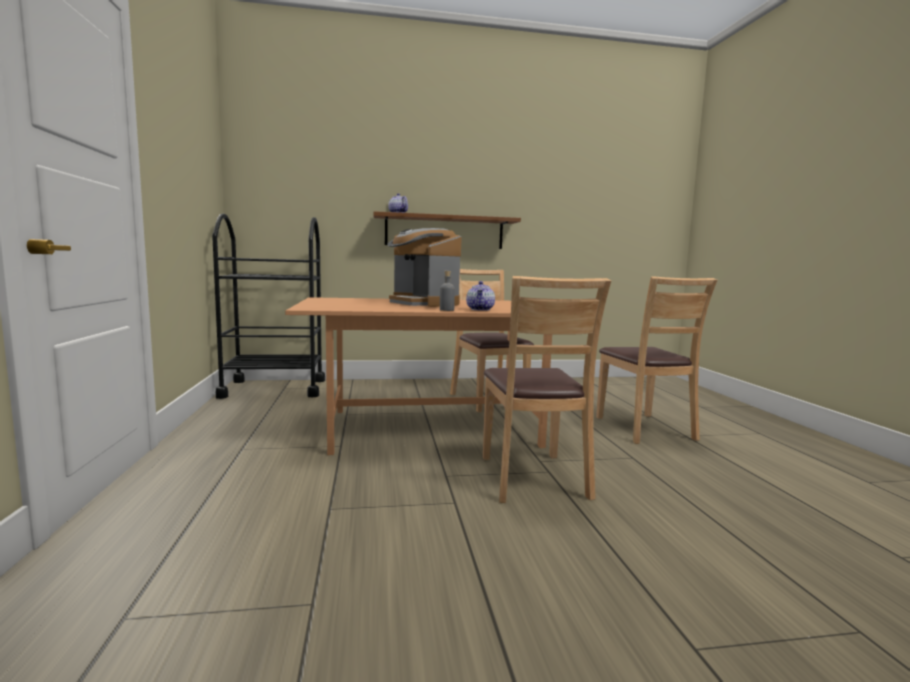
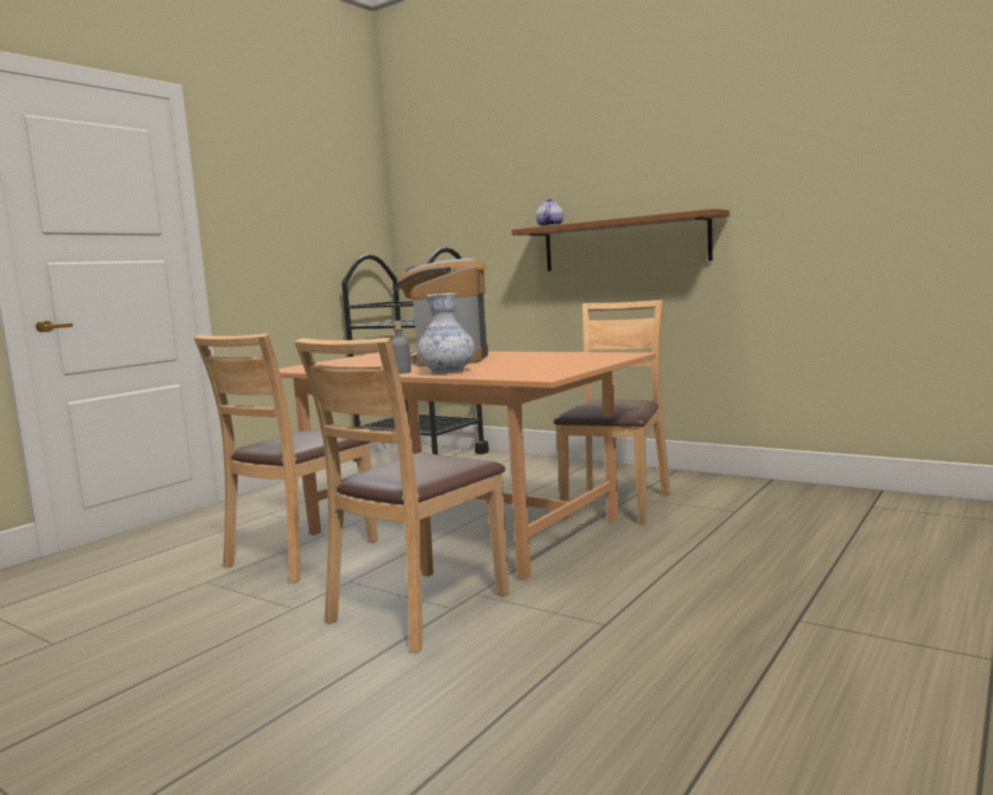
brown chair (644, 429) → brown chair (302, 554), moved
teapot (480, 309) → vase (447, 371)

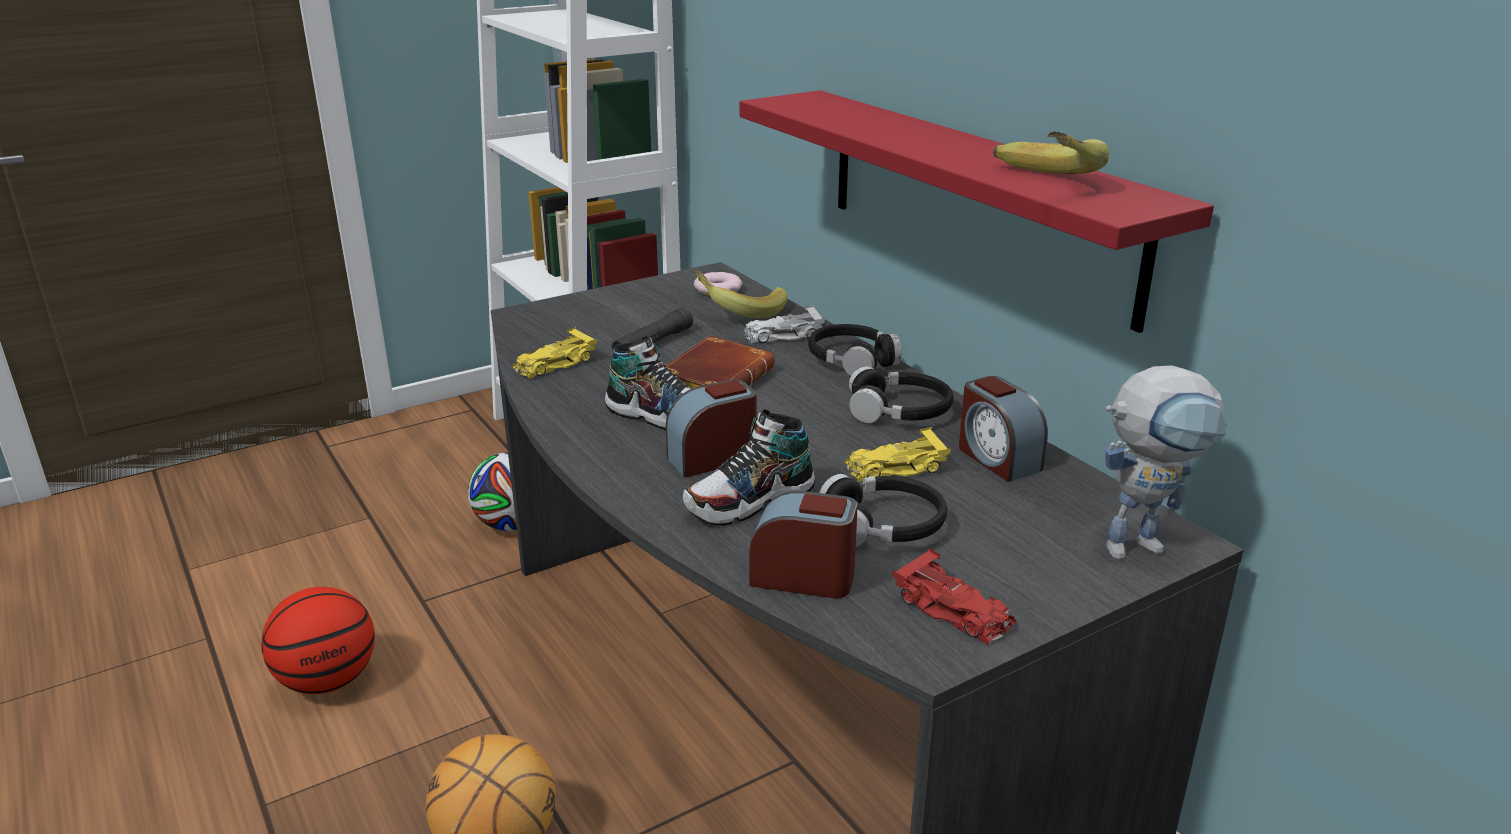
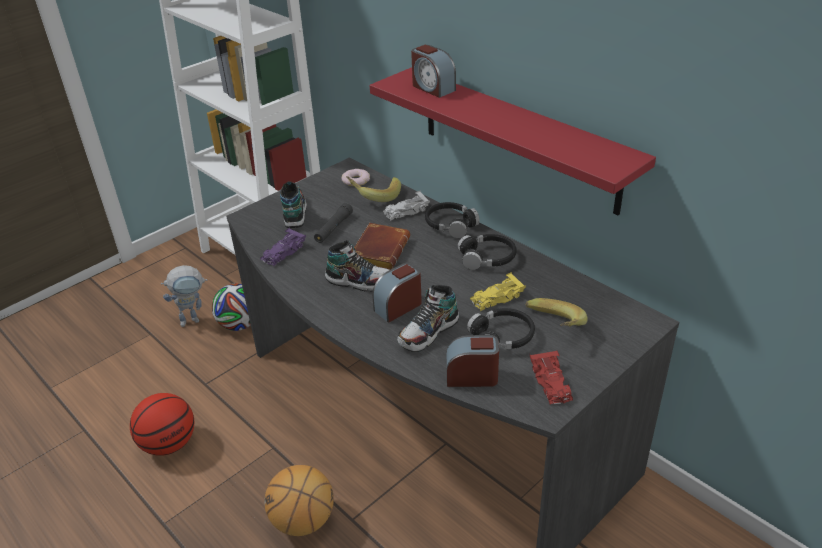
- → shoe (294, 213)
alarm clock (997, 458) → alarm clock (432, 88), moved
banana (1038, 183) → banana (552, 328), moved
toy robot (1144, 544) → toy robot (194, 319), moved
yellow toy car (554, 364) → purple toy car (283, 253)
red toy car (954, 611) → red toy car (551, 383), 45 degrees clockwise

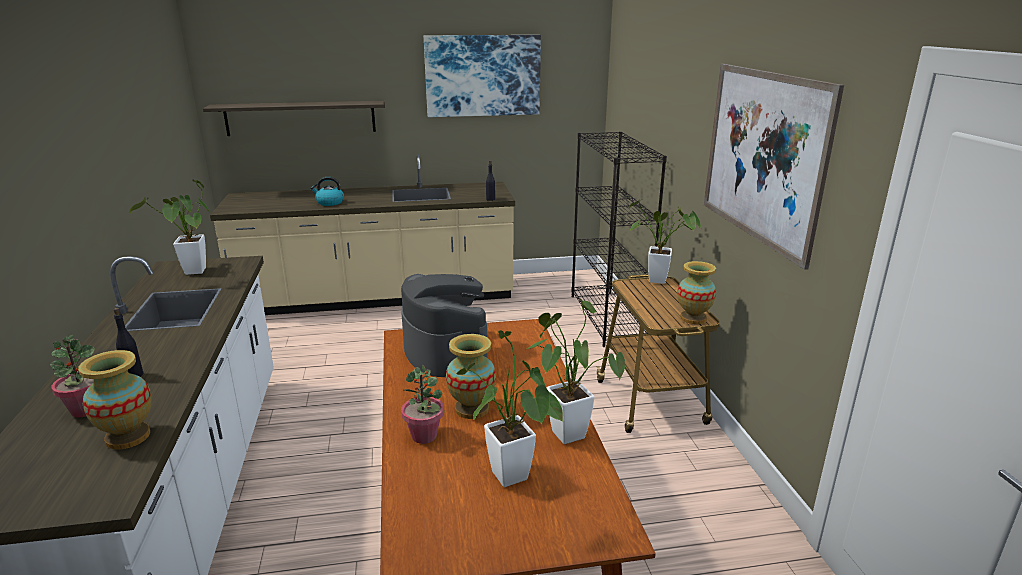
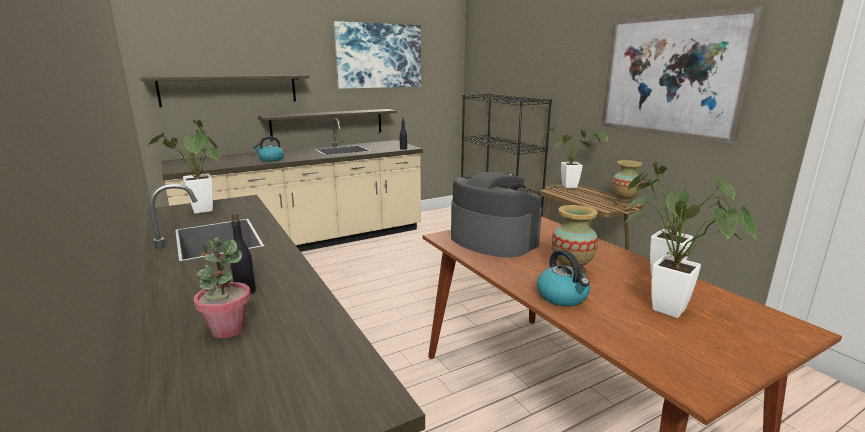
vase (127, 437) → -
- → shelf (328, 124)
potted plant (424, 436) → kettle (563, 297)

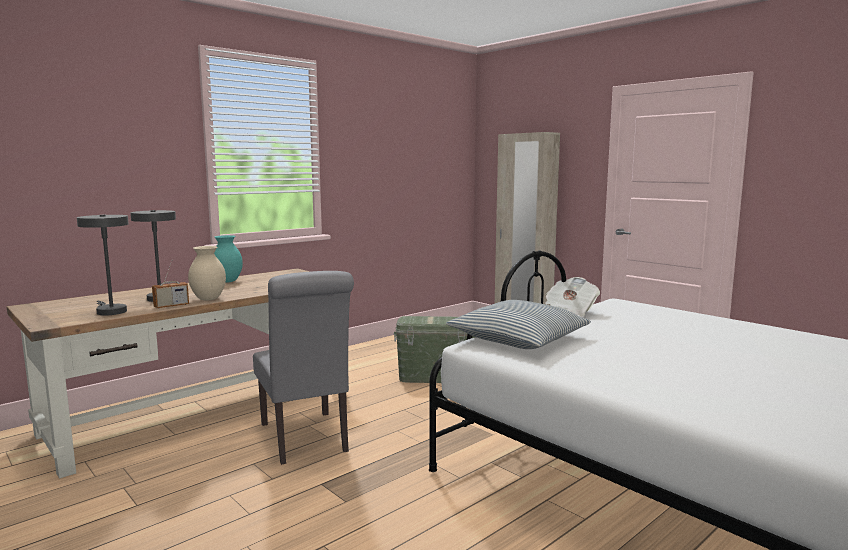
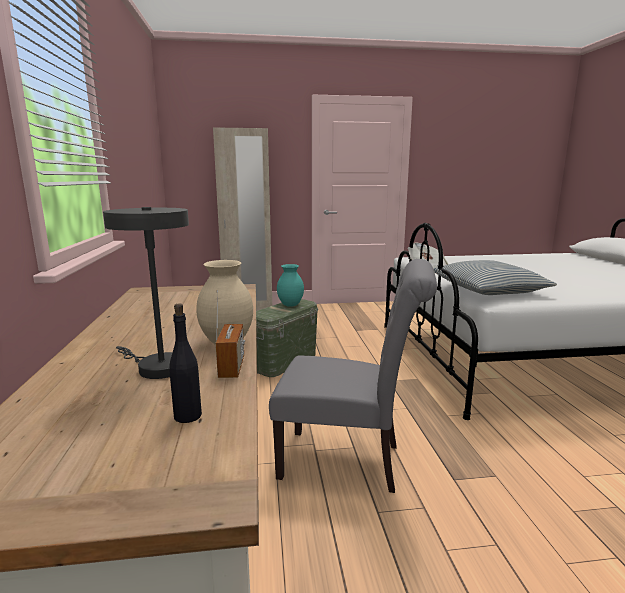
turquoise vase (227, 281) → turquoise vase (290, 305), moved
grey table lamp (109, 311) → black bottle (188, 415)

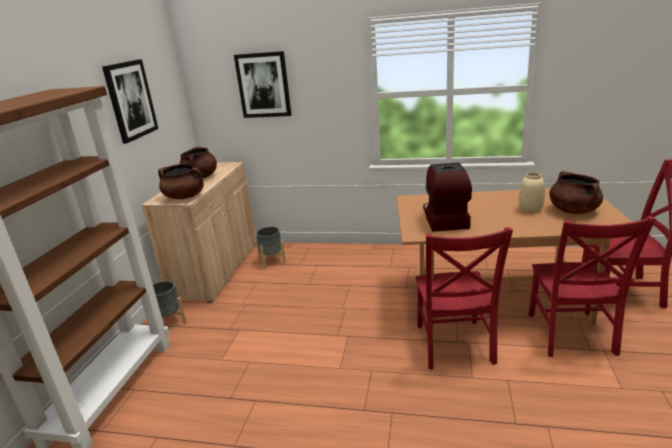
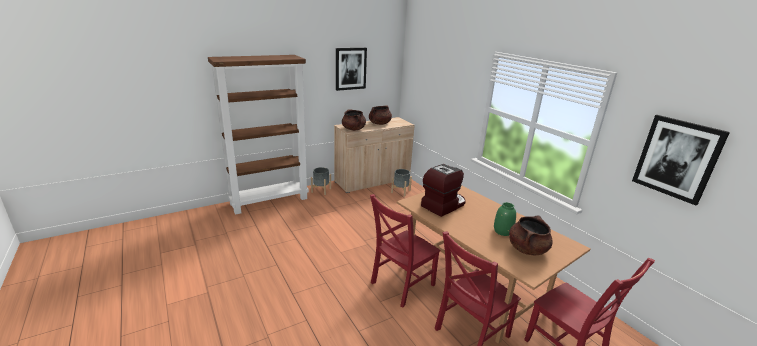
picture (263, 85) → picture (677, 158), moved
beige vase (530, 209) → green vase (502, 231)

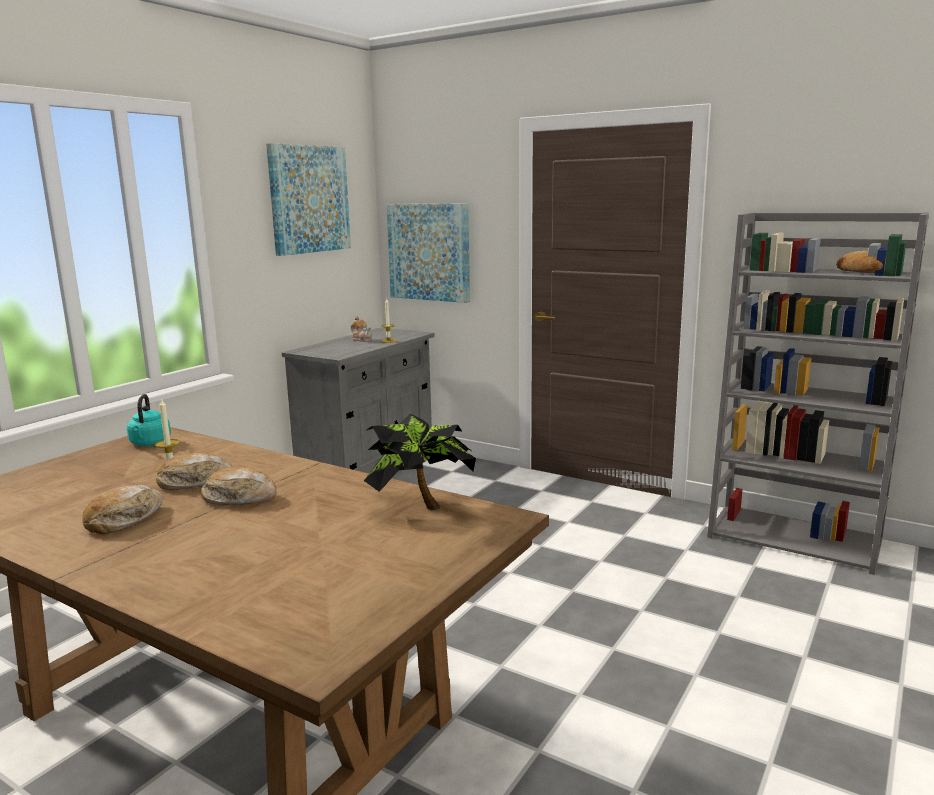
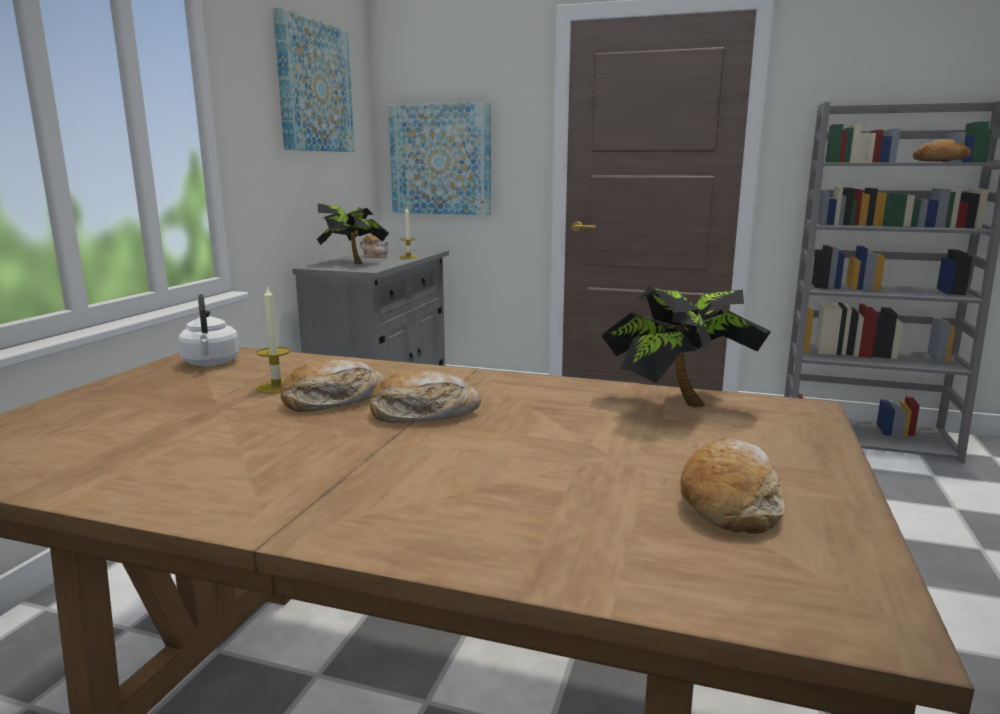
- → potted plant (353, 262)
bread (124, 519) → bread (730, 502), moved
turquoise kettle (149, 443) → white kettle (211, 363)

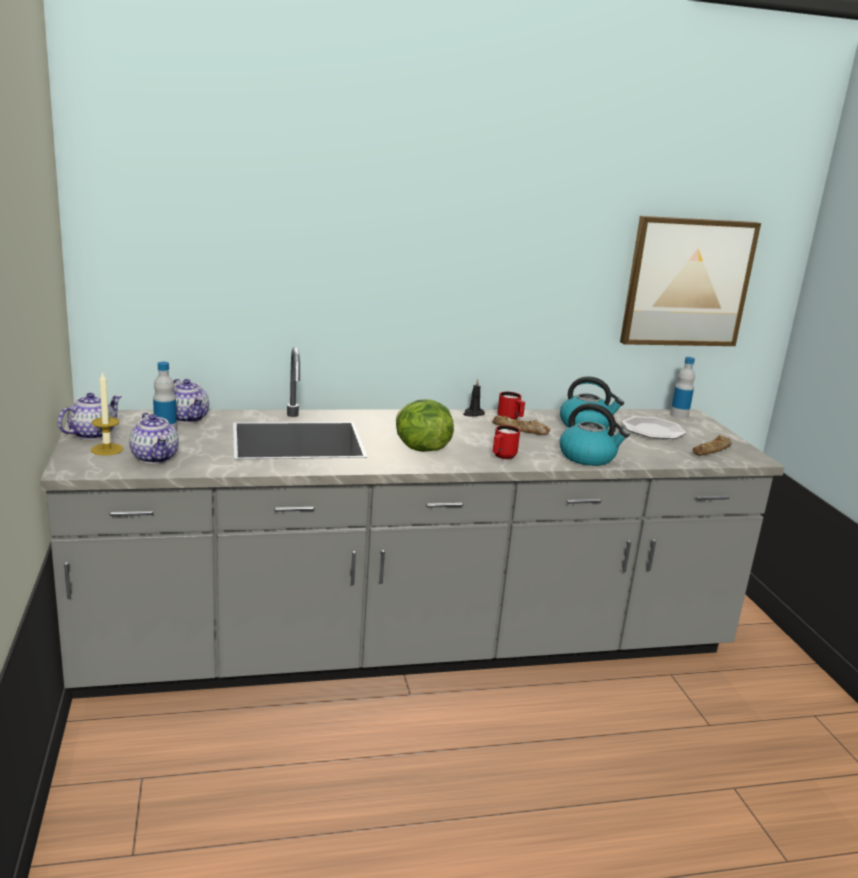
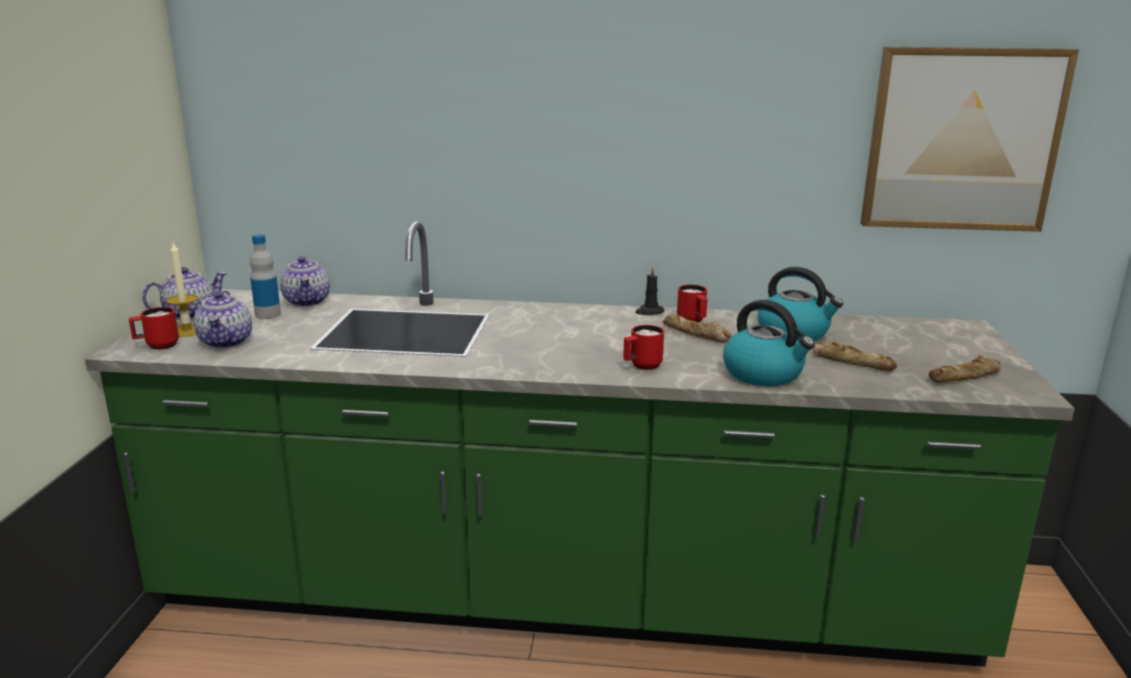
lettuce (420, 449) → -
plate (653, 430) → -
bottle (679, 415) → -
- → red mug (157, 346)
- → bread (852, 362)
grey counter (412, 645) → green counter (563, 595)

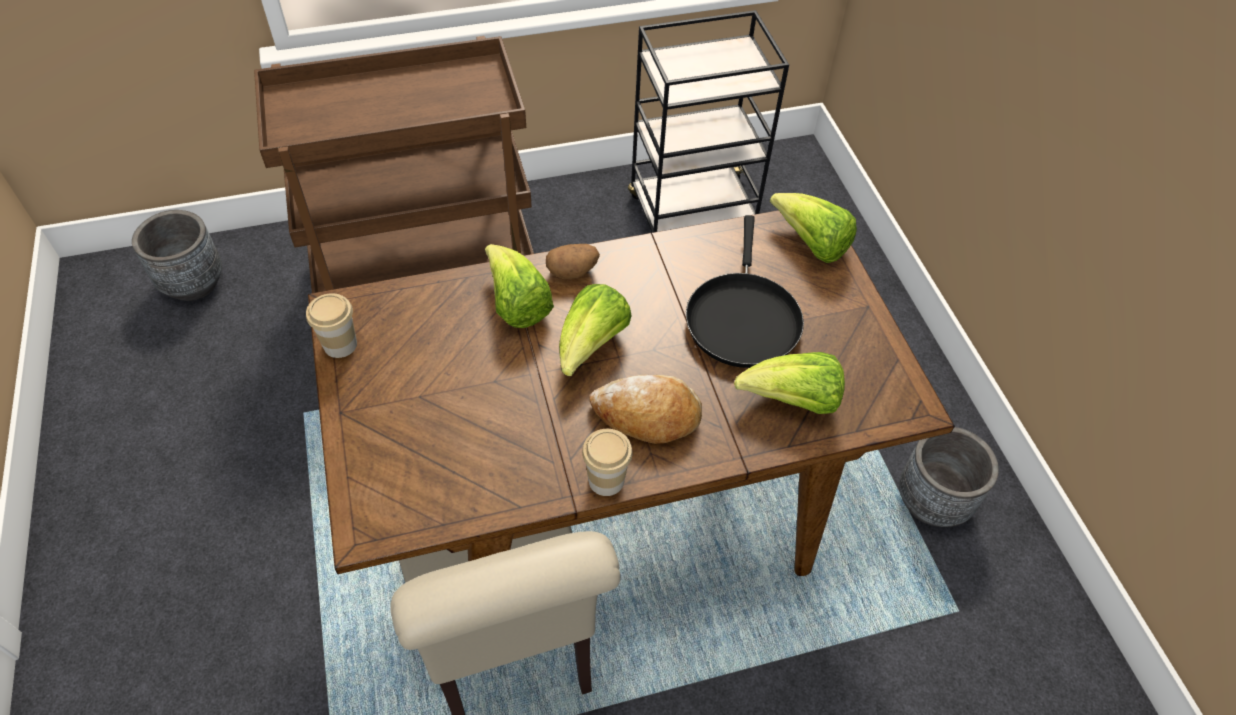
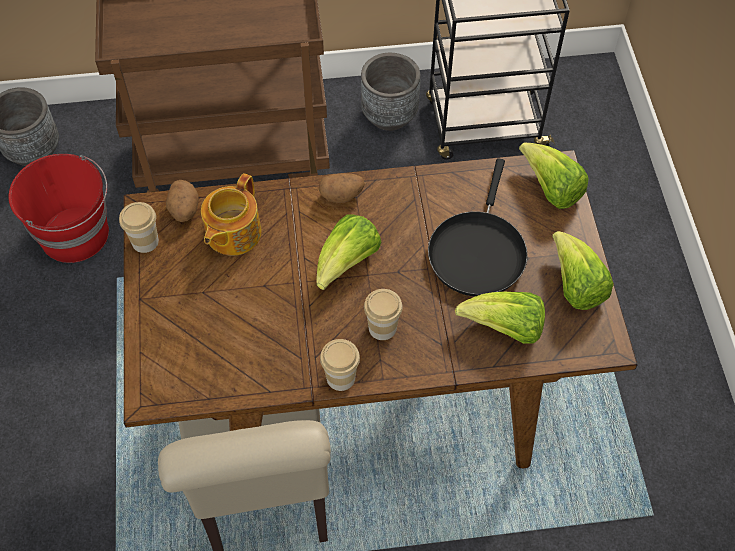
- → red bucket (76, 234)
- → potato (184, 210)
- → teapot (232, 233)
lettuce (517, 304) → lettuce (575, 285), moved
grey planter (931, 502) → grey planter (389, 115), moved
bread (647, 415) → cup (382, 328)

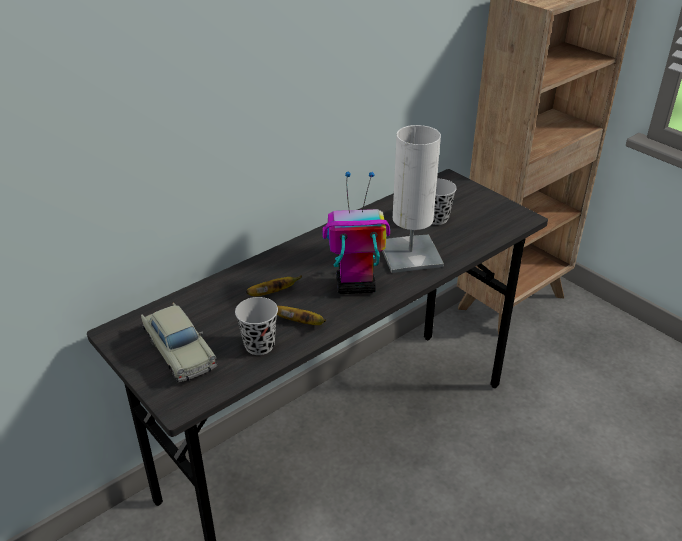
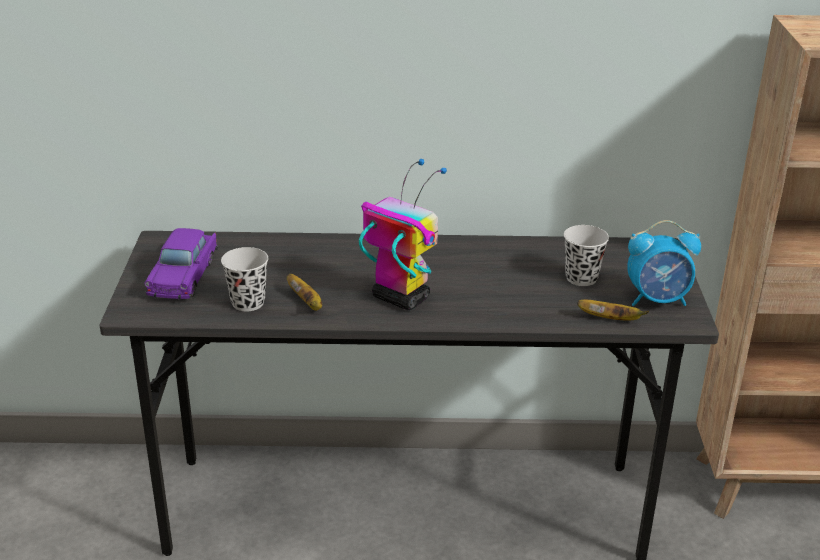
white table lamp (410, 254) → -
- → alarm clock (658, 300)
banana (272, 293) → banana (611, 319), moved
beige toy car (179, 350) → purple toy car (184, 276)

